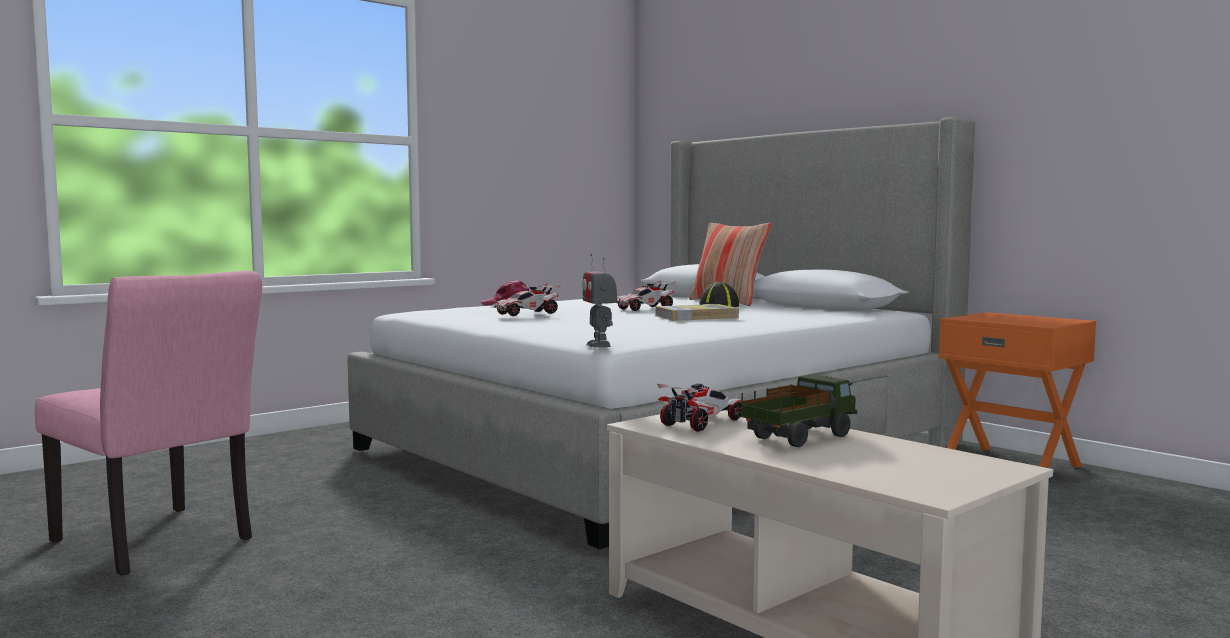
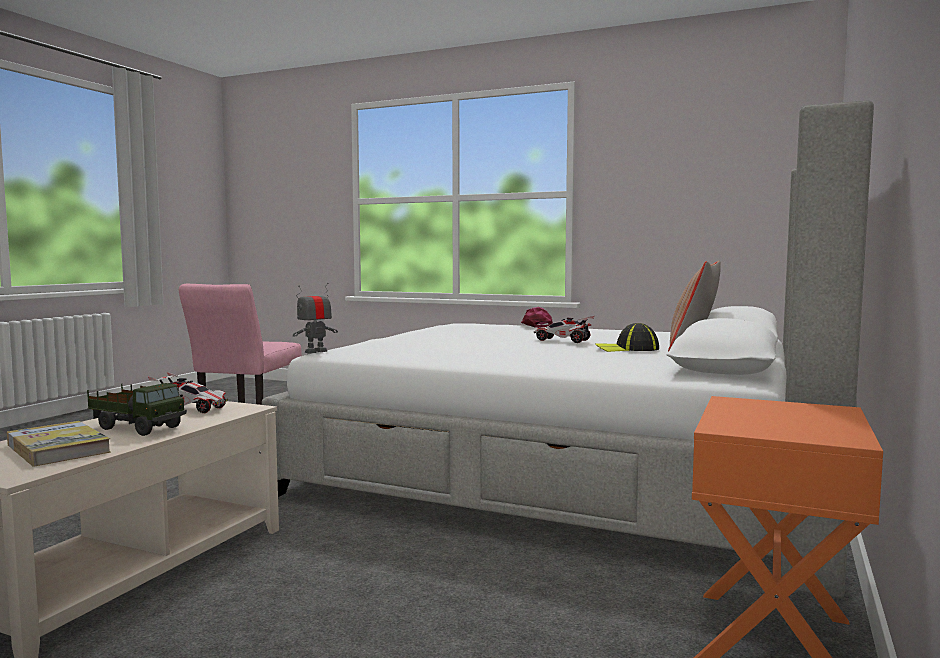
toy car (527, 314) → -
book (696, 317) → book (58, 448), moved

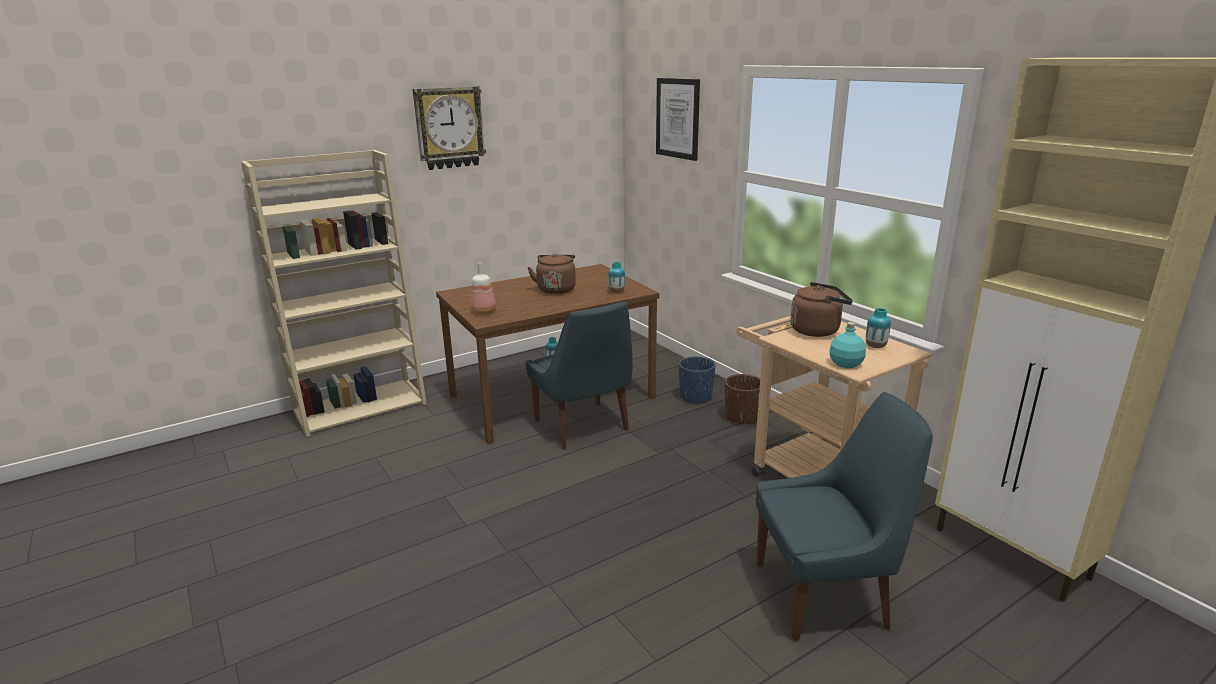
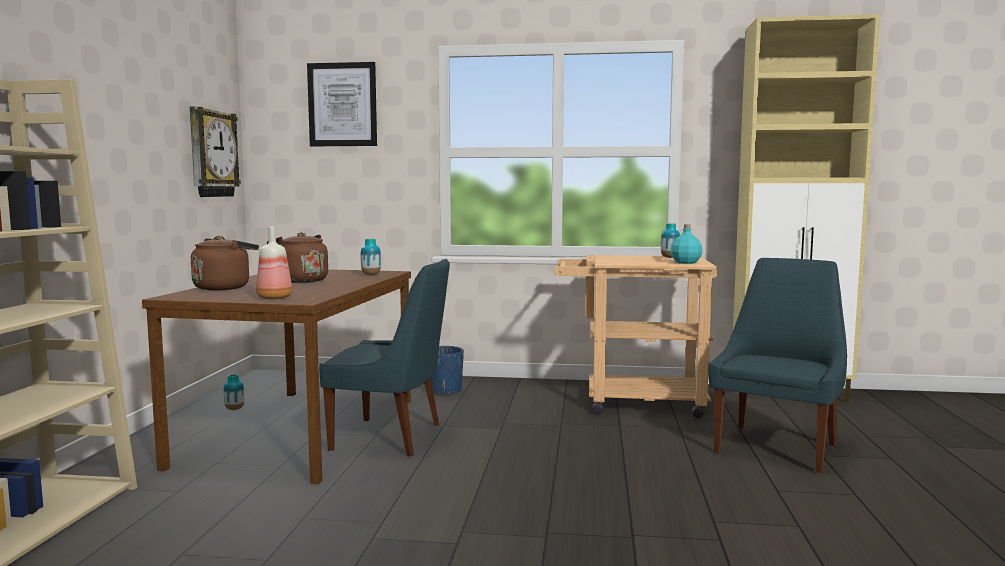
brown planter (742, 417) → -
wall clock (449, 128) → wall clock (212, 154), moved
brown kettle (817, 330) → brown kettle (224, 287), moved

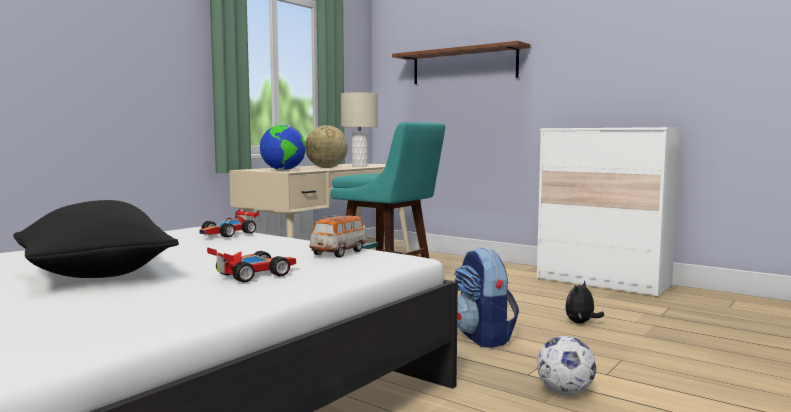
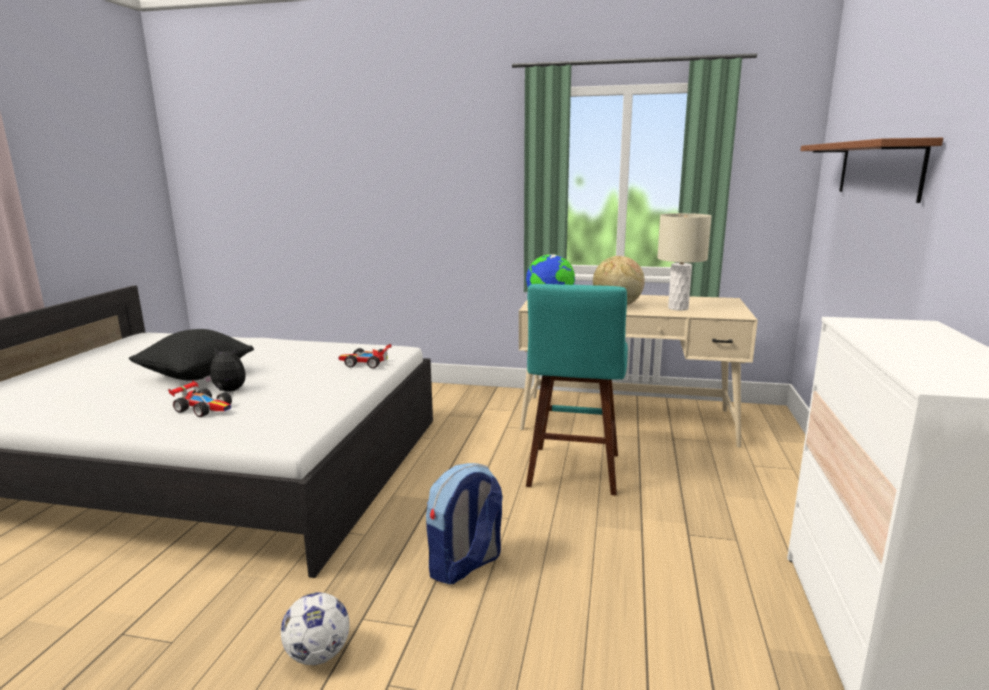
toy car (339, 252) → -
plush toy (581, 323) → plush toy (228, 391), moved

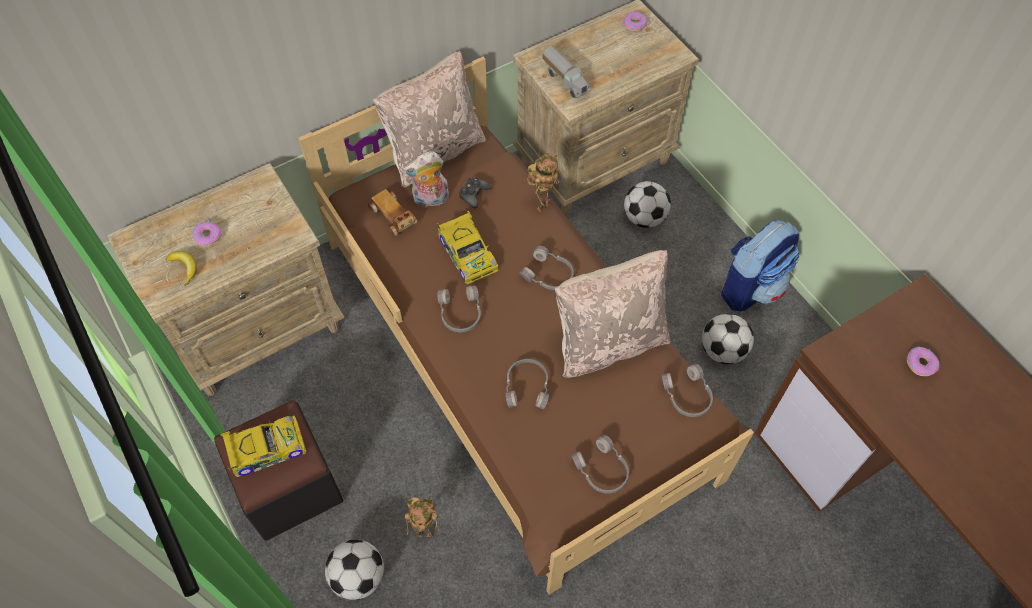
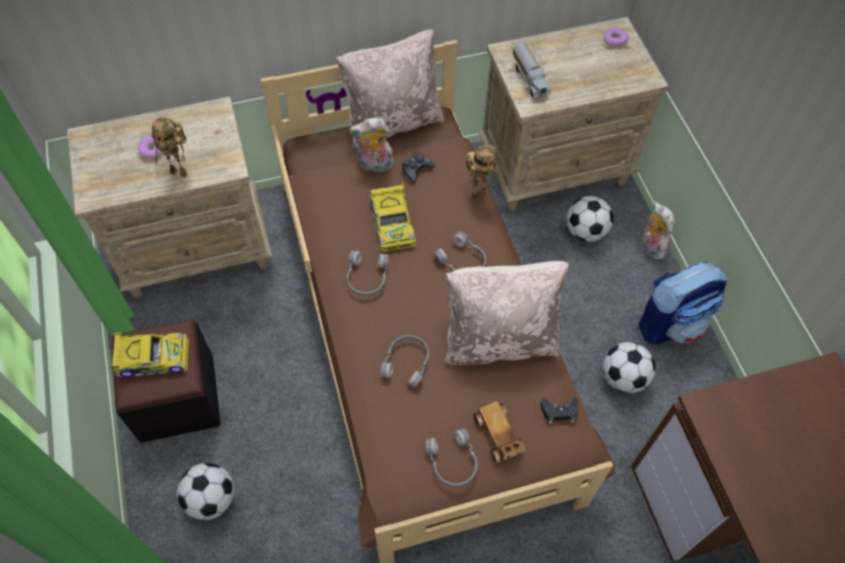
banana (184, 268) → -
donut (920, 364) → -
- → plush toy (650, 246)
toy car (393, 218) → toy car (498, 436), moved
toy robot (425, 532) → toy robot (180, 172), moved
grey headphones (687, 395) → black game controller (559, 411)

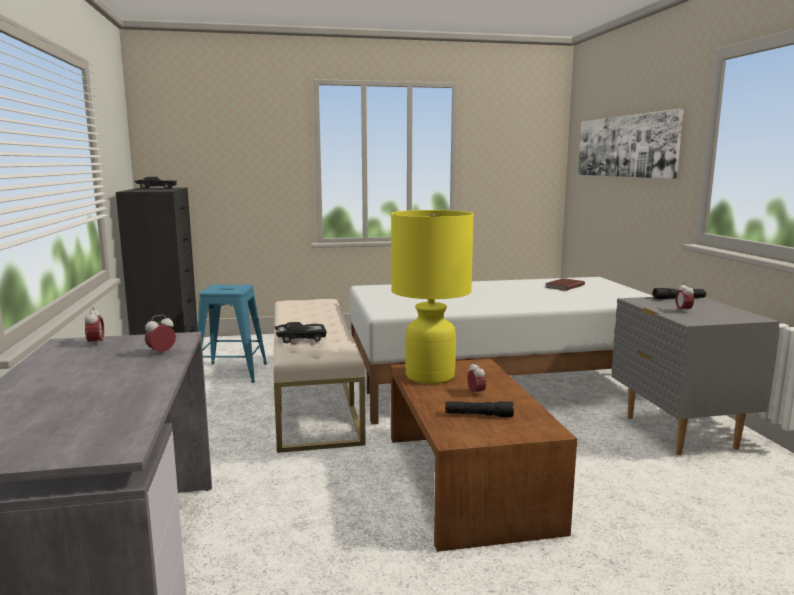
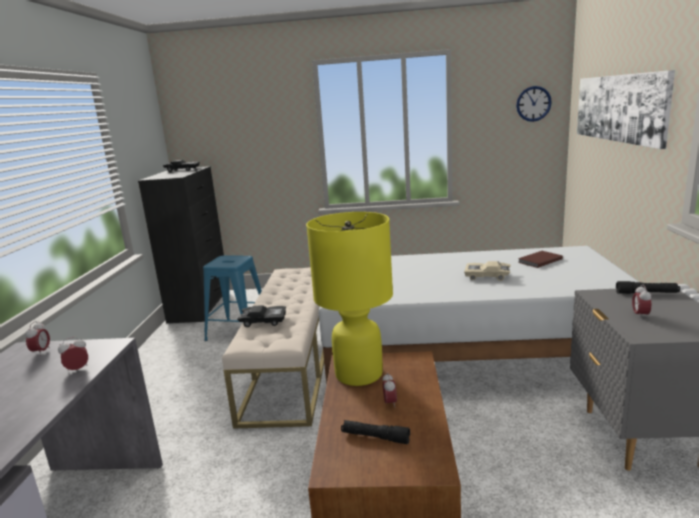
- → beige toy car (487, 276)
- → wall clock (533, 103)

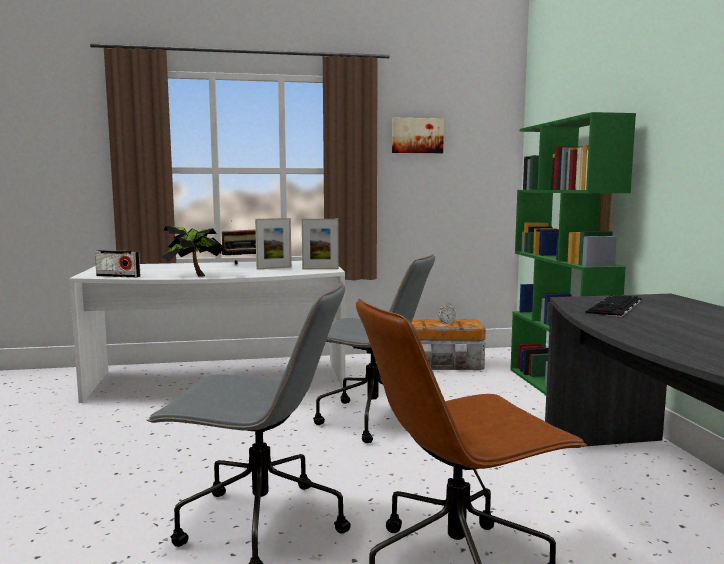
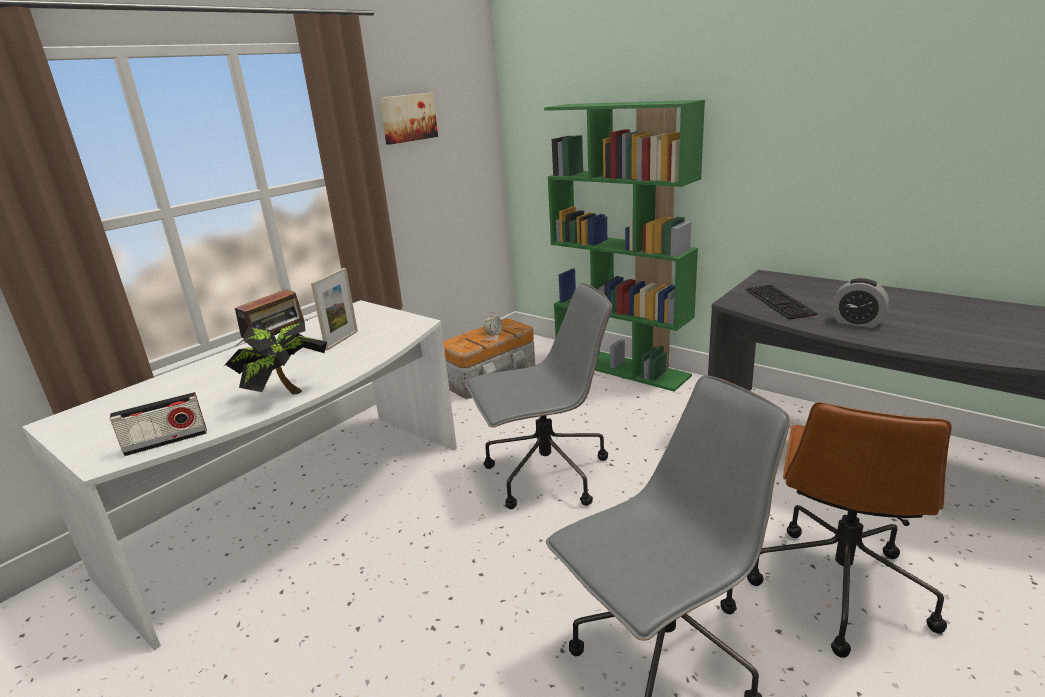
picture frame (320, 269) → -
- → alarm clock (857, 322)

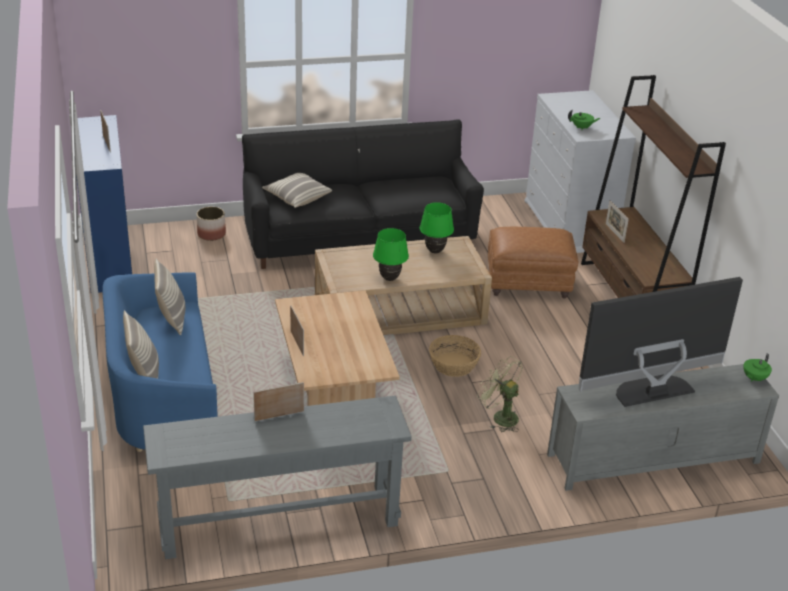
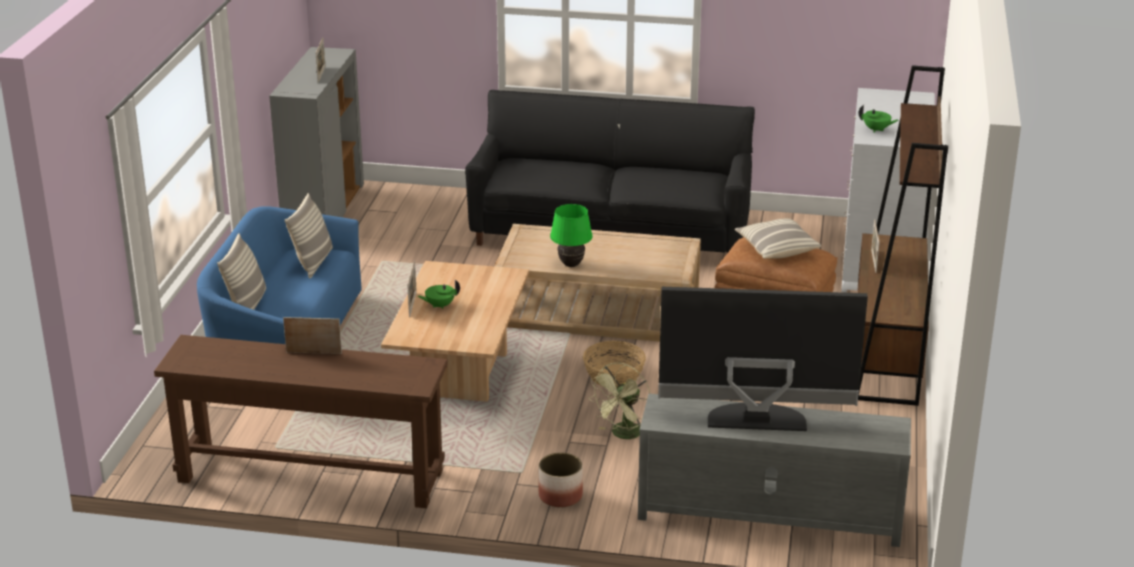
green table lamp (435, 251) → -
planter (211, 234) → planter (560, 496), moved
pillow (297, 198) → pillow (776, 249), moved
green teapot (754, 378) → green teapot (439, 305), moved
blue cabinet (109, 262) → grey cabinet (323, 212)
grey console table (279, 520) → brown console table (310, 476)
green fan (500, 417) → green fan (624, 435), 120 degrees counterclockwise

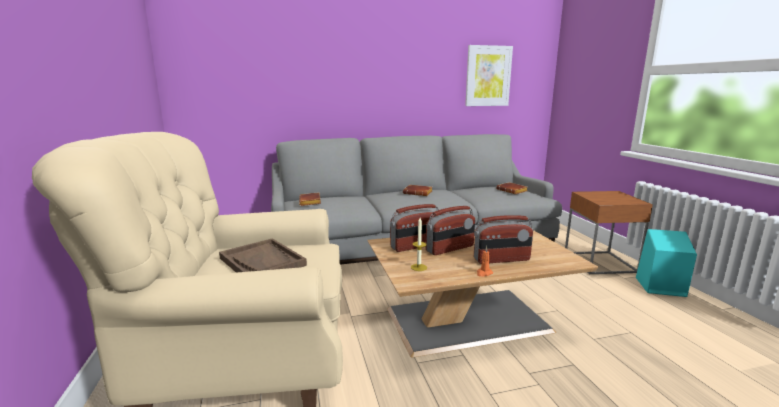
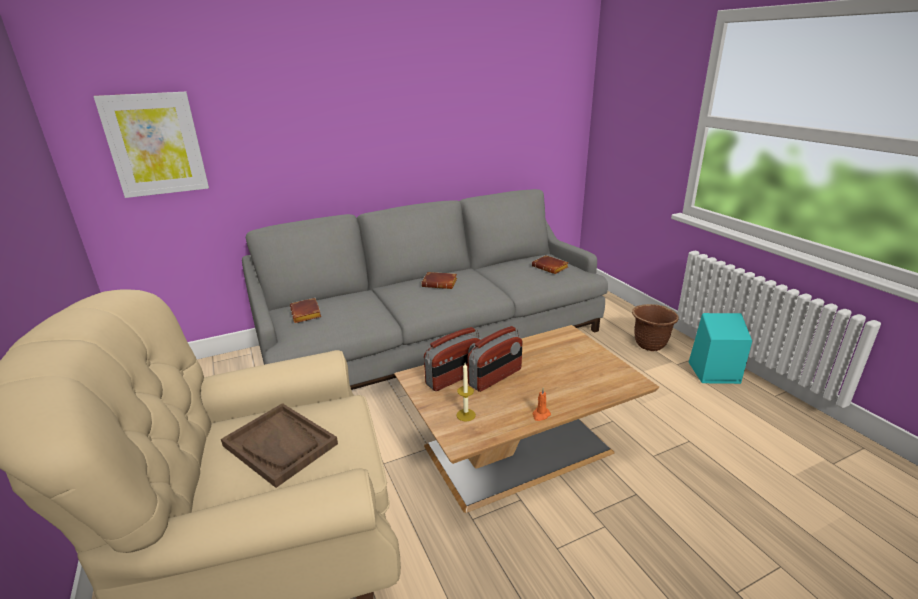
radio (501, 260) → -
picture (488, 76) → picture (155, 144), moved
brown side table (599, 262) → brown planter (649, 344)

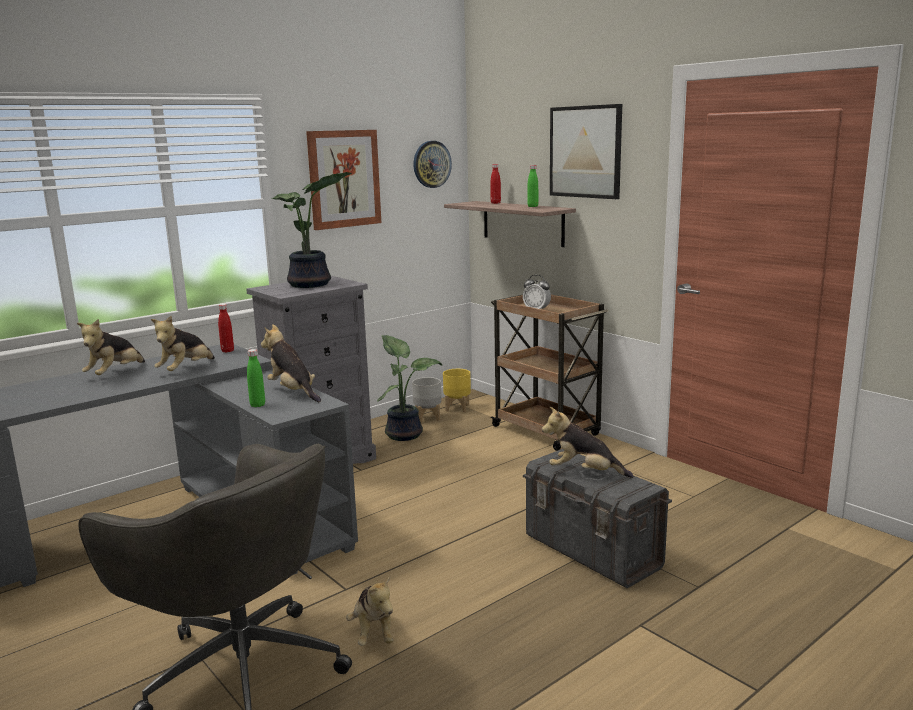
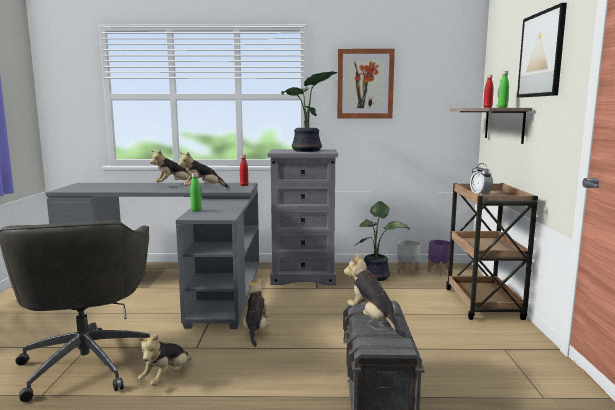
wall clock (431, 164) → -
plush toy (293, 392) → plush toy (256, 331), moved
yellow planter (457, 408) → purple planter (439, 271)

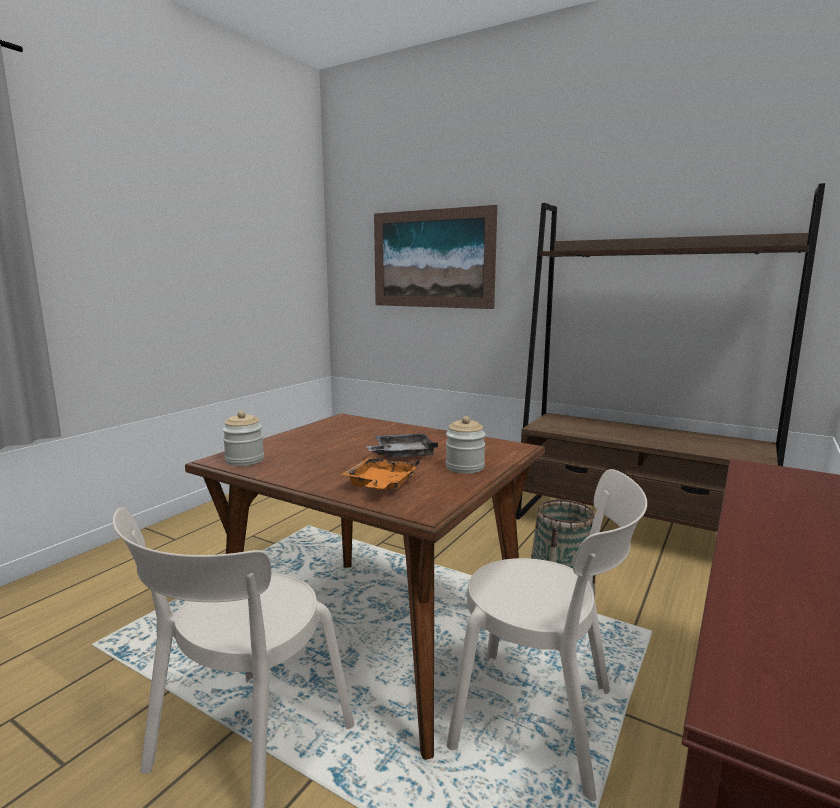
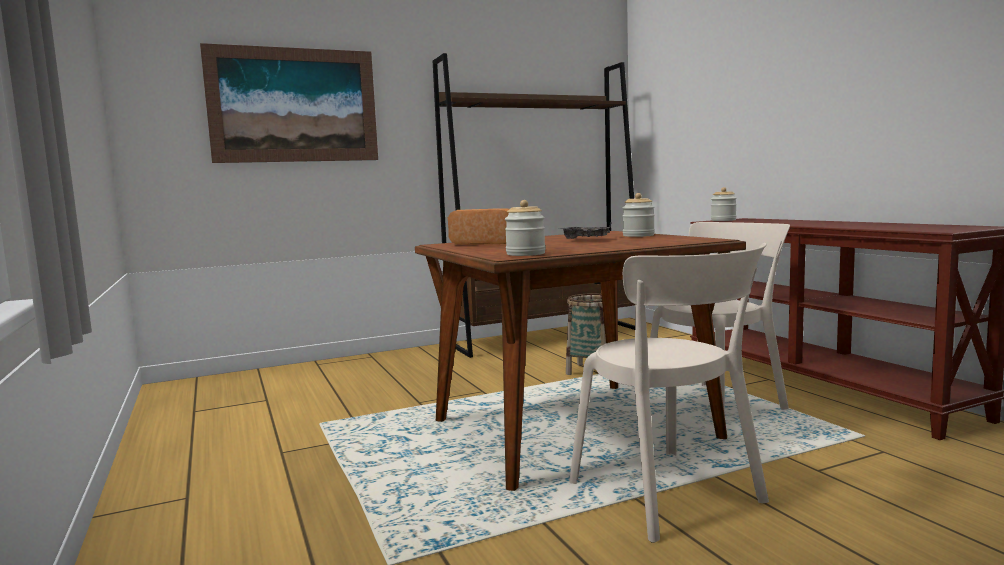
orange tray (381, 485) → -
- → bread (486, 243)
- → jar (723, 220)

